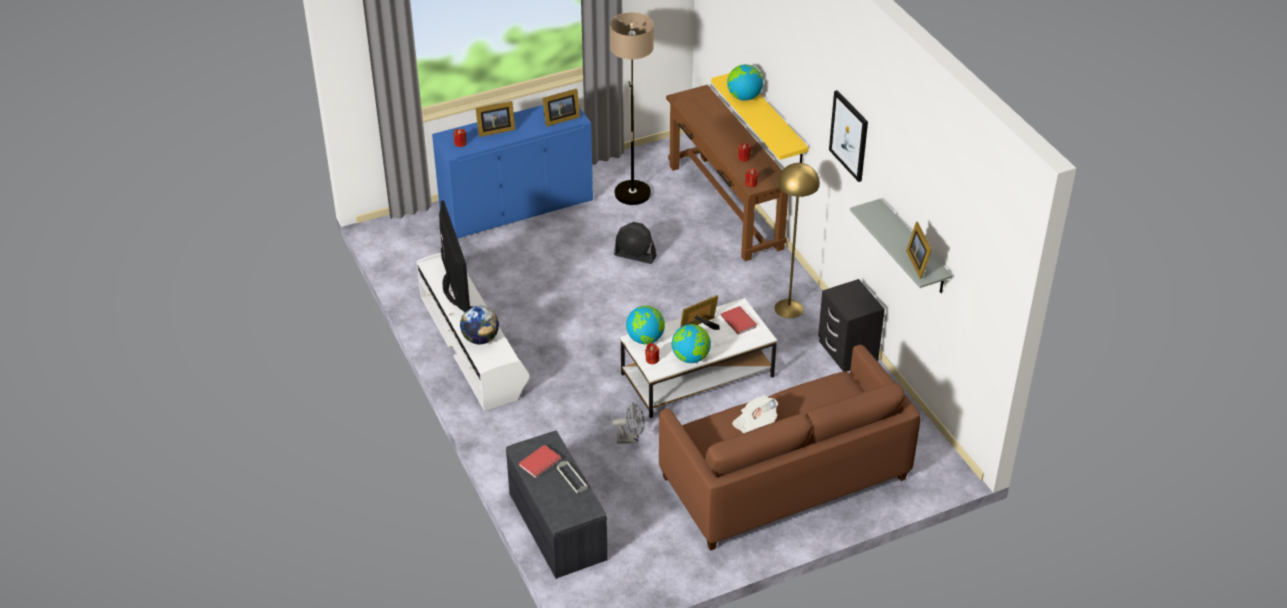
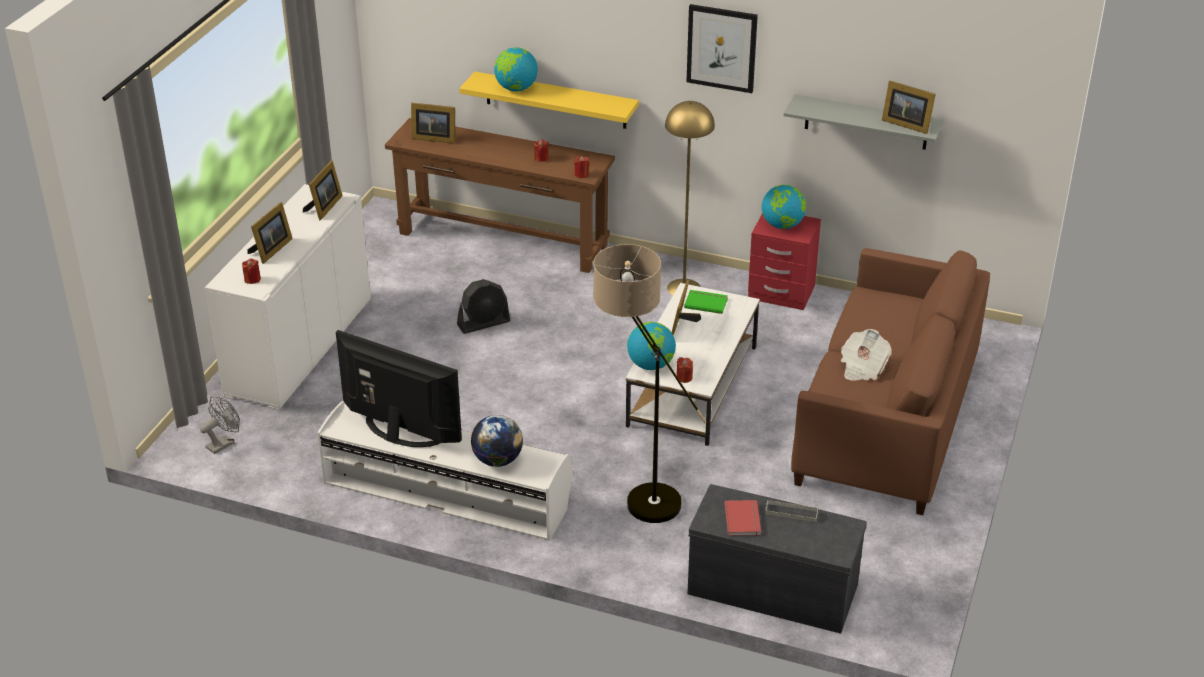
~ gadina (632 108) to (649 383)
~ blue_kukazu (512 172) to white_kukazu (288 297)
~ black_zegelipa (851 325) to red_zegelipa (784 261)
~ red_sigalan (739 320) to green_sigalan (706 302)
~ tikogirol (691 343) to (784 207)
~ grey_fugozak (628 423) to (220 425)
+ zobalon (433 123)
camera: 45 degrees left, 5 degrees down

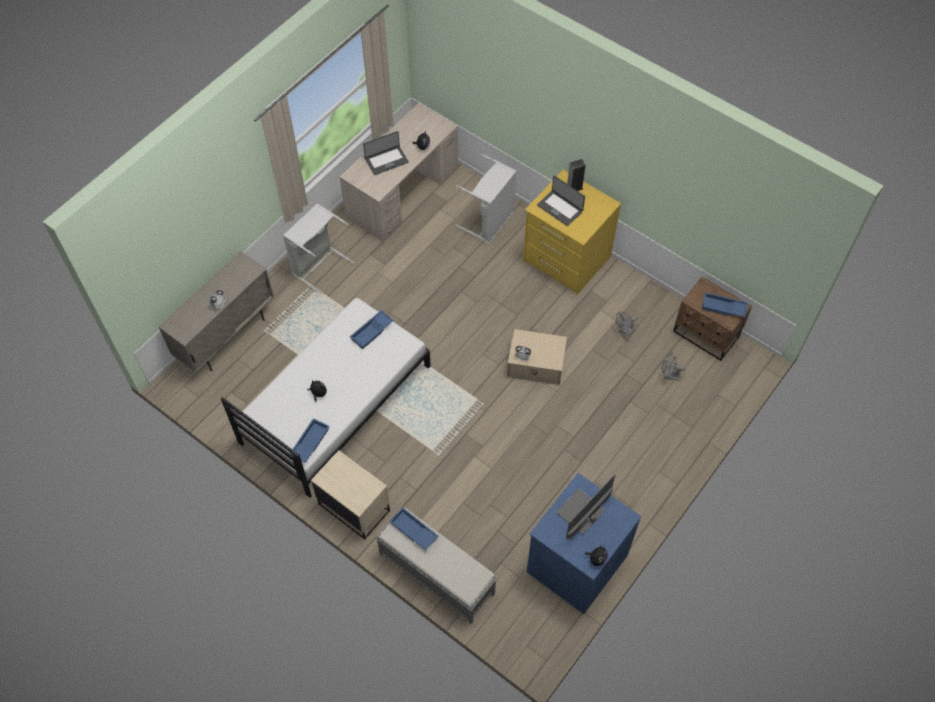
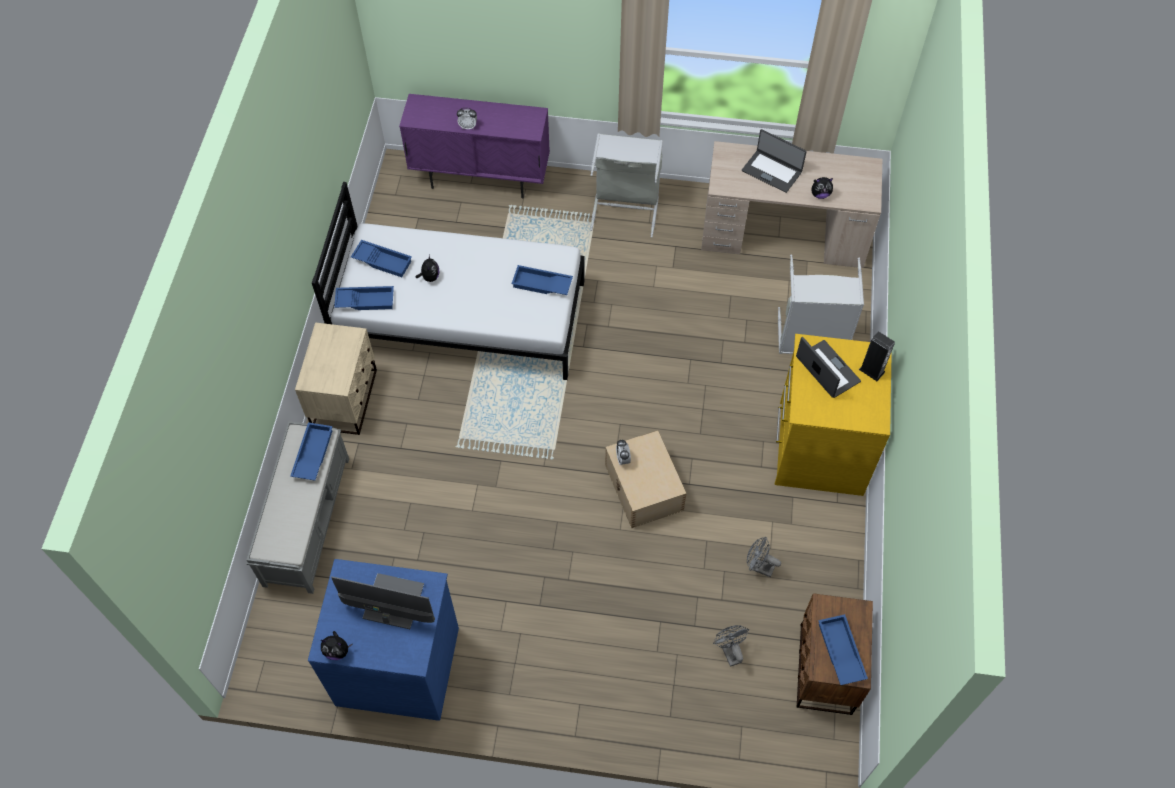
~ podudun (561 201) = (828 367) 135 degrees clockwise
~ beige_kukazu (216 312) to purple_kukazu (474 146)
+ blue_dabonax (381 258)
camera: 60 degrees right, 0 degrees up

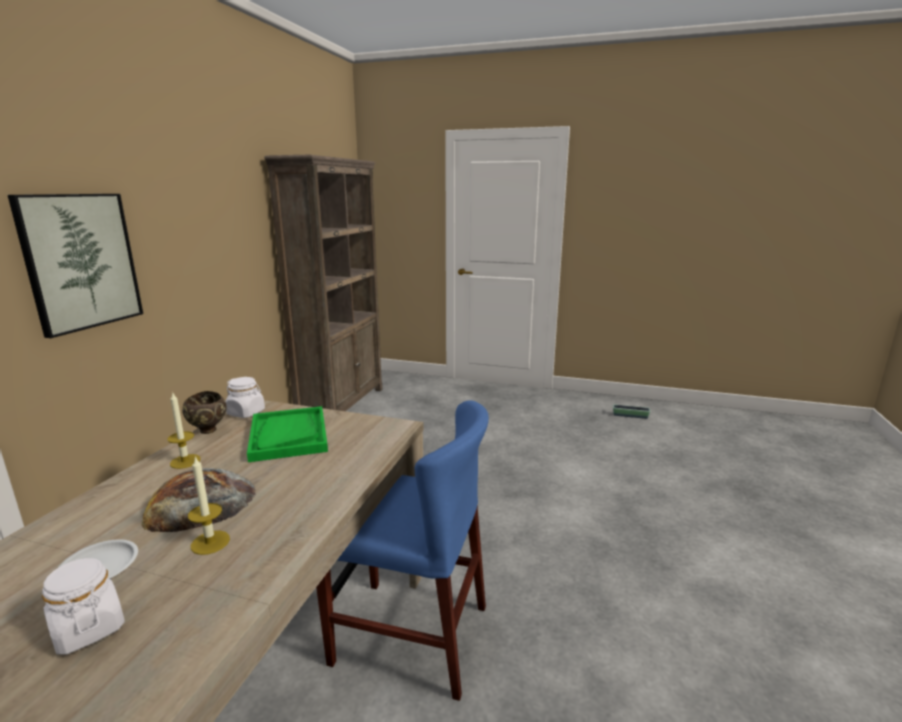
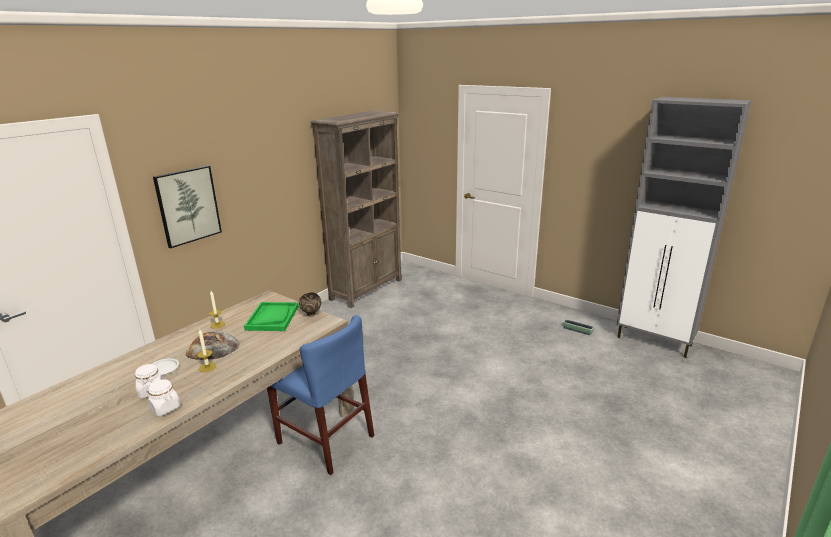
~ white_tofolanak (245 397) to (164 397)
~ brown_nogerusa (204 412) to (310 304)
+ grey_kukazu (684 227)
camera: 20 degrees right, 5 degrees up

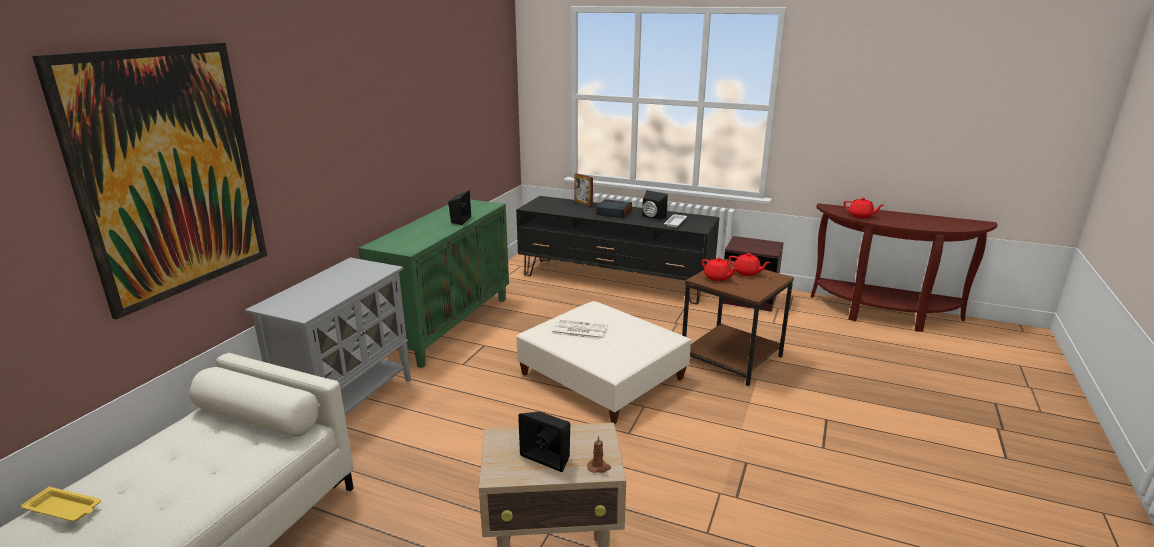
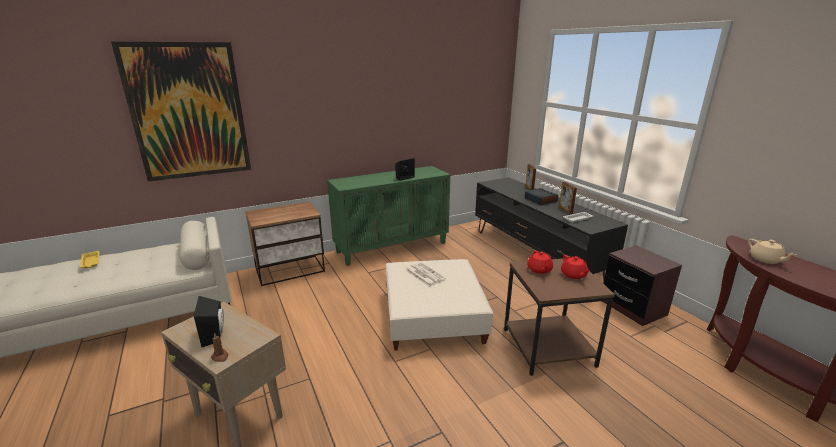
~ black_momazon (655 205) to zobalon (568 198)
~ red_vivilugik (863 208) to beige_vivilugik (772 251)
~ grey_kukazu (328 336) to zegelipa (285 244)
camera: 40 degrees right, 0 degrees up

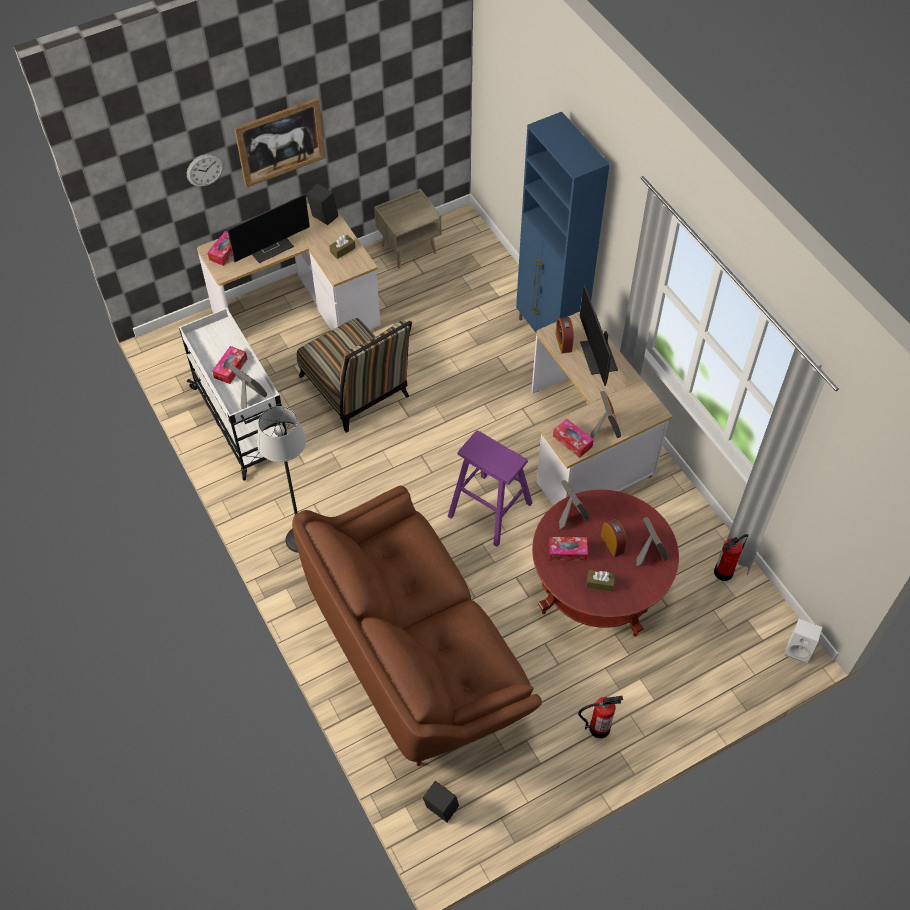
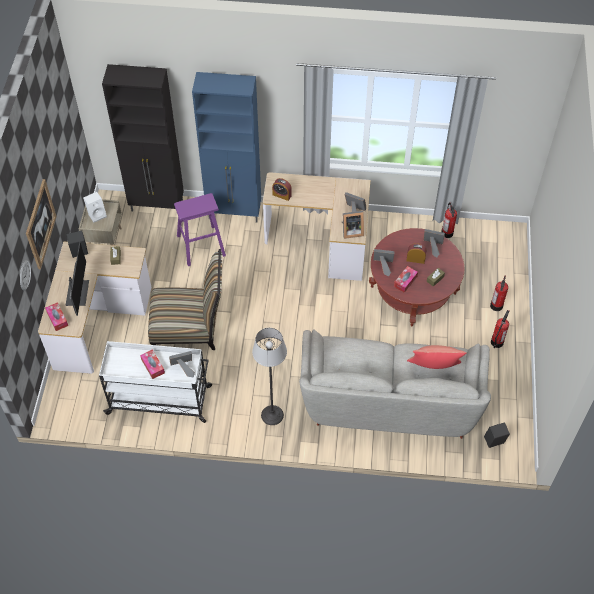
- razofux (599 335)
~ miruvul (573 438) to zobalon (353 225)
~ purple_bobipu (490 489) to (200 229)
~ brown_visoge (417 626) to grey_visoge (395 384)
~ white_momazon (804 641) to (95 207)
+ black_kukazu (143 138)
+ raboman (499 293)
+ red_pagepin (437 357)
camera: 55 degrees left, 0 degrees up

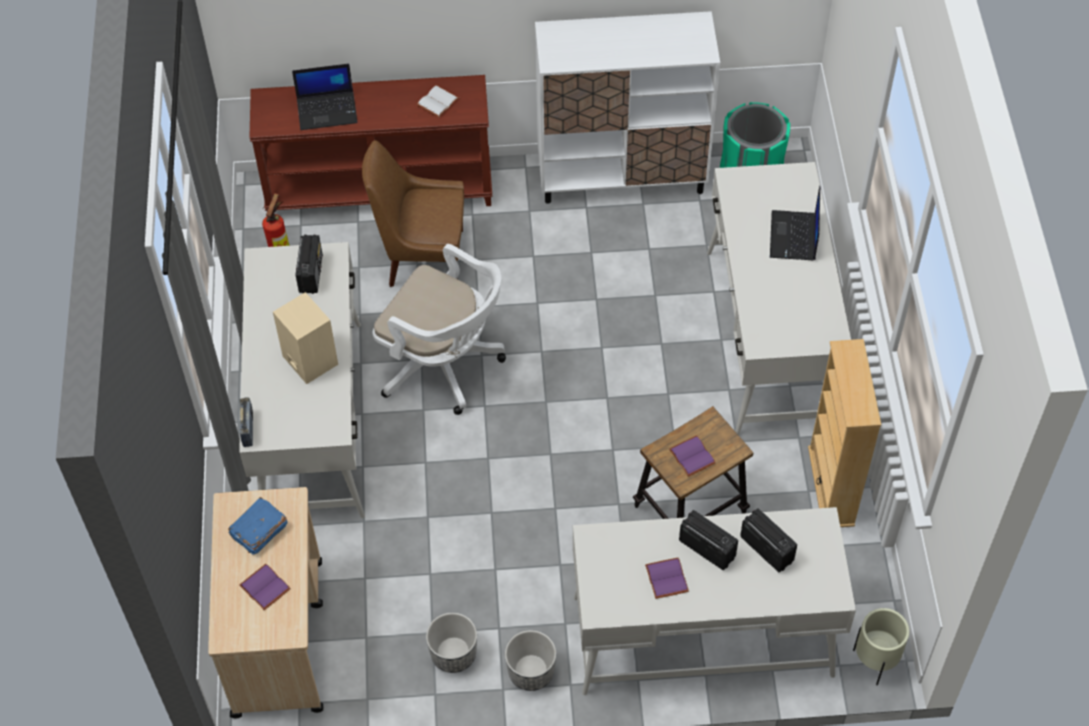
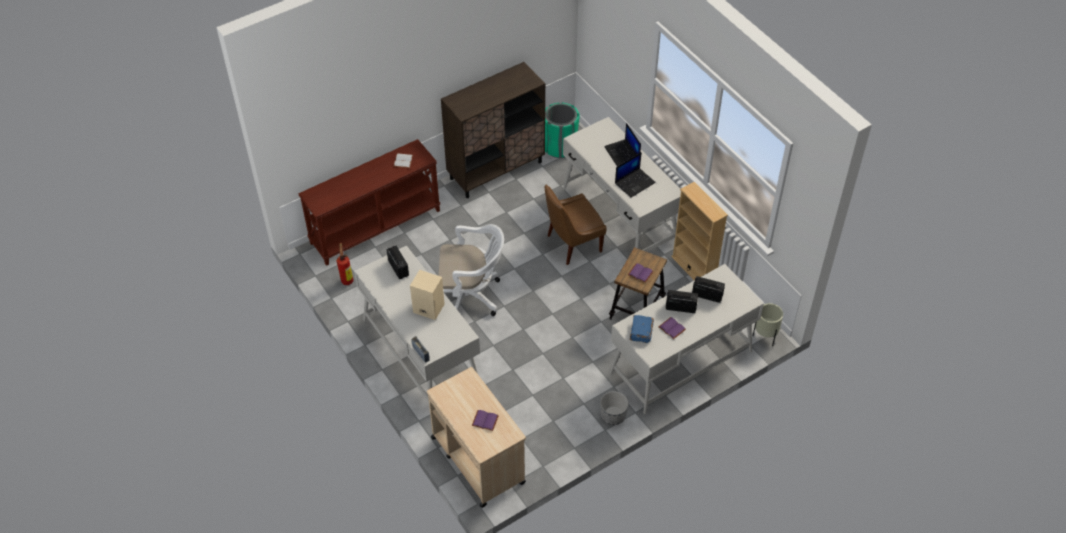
~ white_kukazu (627 107) to brown_kukazu (493 130)
~ podudun (325 97) to (635 175)
~ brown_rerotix (413 213) to (576 225)
~ blue_sigalan (258 526) to (642 329)
- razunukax (451 643)
camera: 30 degrees left, 5 degrees down

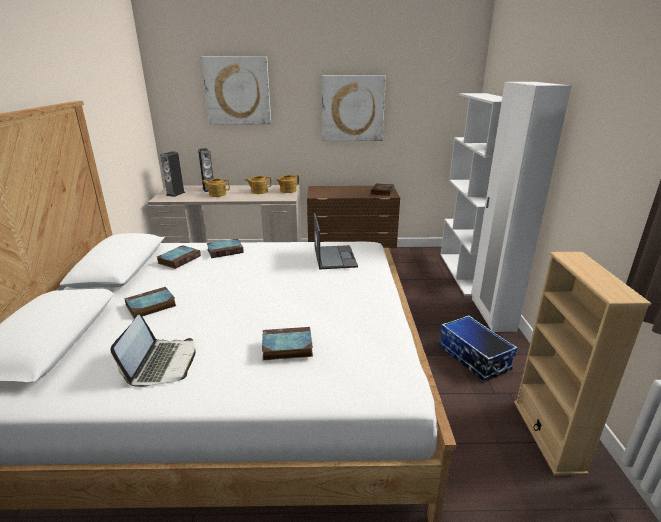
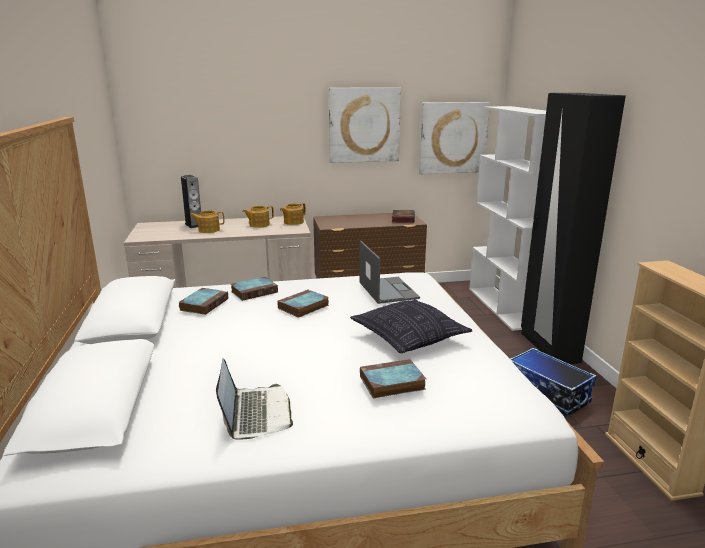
~ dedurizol (236 90) to (454 138)
~ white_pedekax (521 207) to black_pedekax (573 228)
- momazon (173 174)
~ sigalan (150 303) to (303 303)
+ pagepin (411 326)
camera: 10 degrees left, 5 degrees down

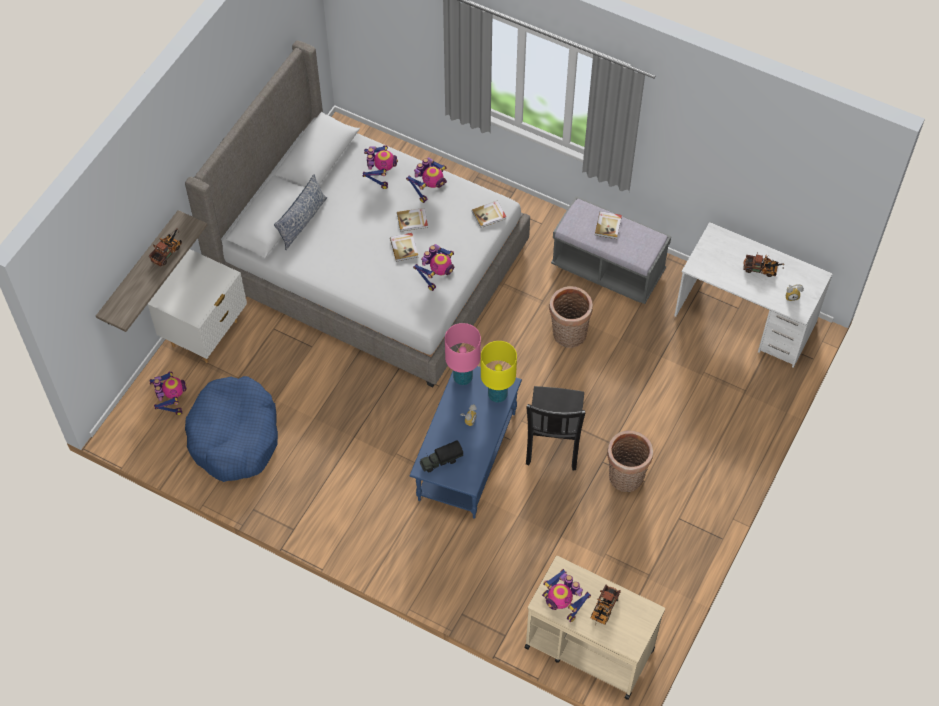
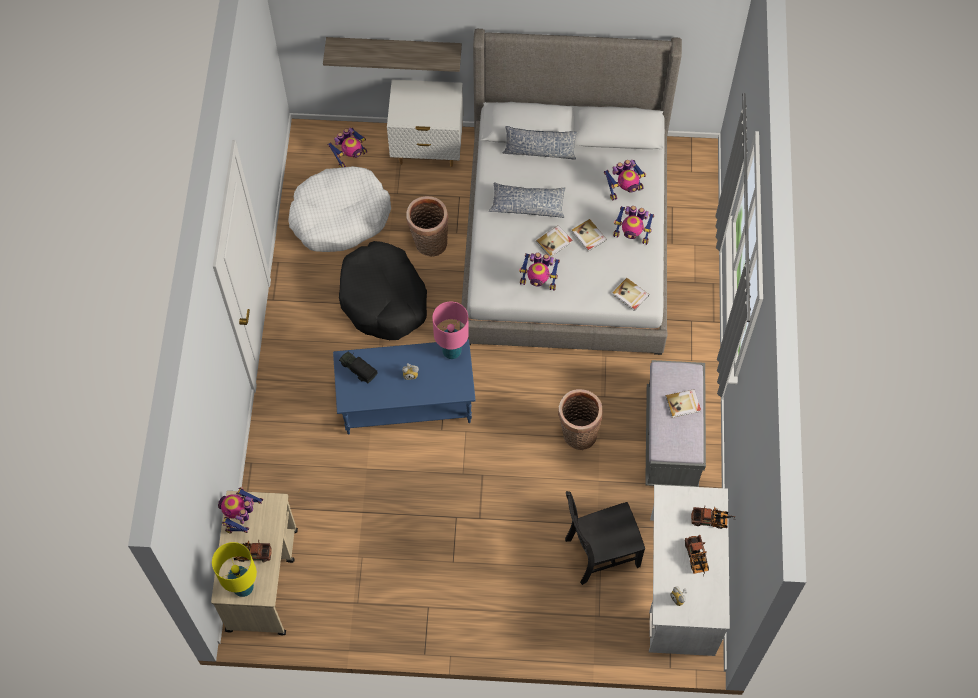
~ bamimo (165 247) to (713 518)
~ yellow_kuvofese (499 372) to (234 569)
~ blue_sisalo (231 429) to white_sisalo (339 209)
~ black_rerotix (555 428) to (605 538)
~ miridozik (630 461) to (427 226)
+ pagepin (527 200)
+ black_sisalo (383 290)
camera: 65 degrees right, 5 degrees up

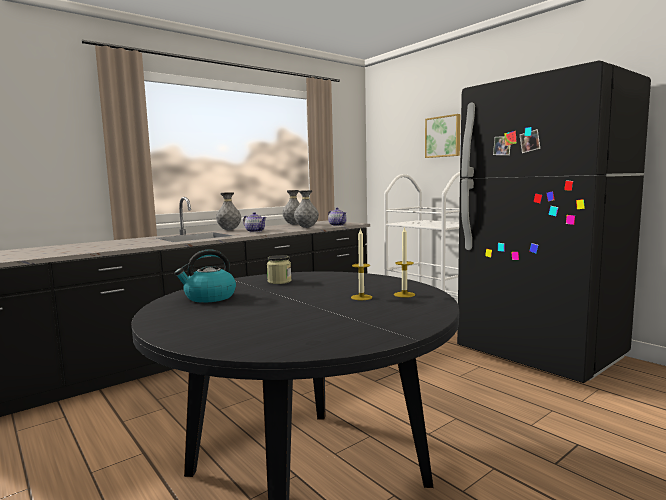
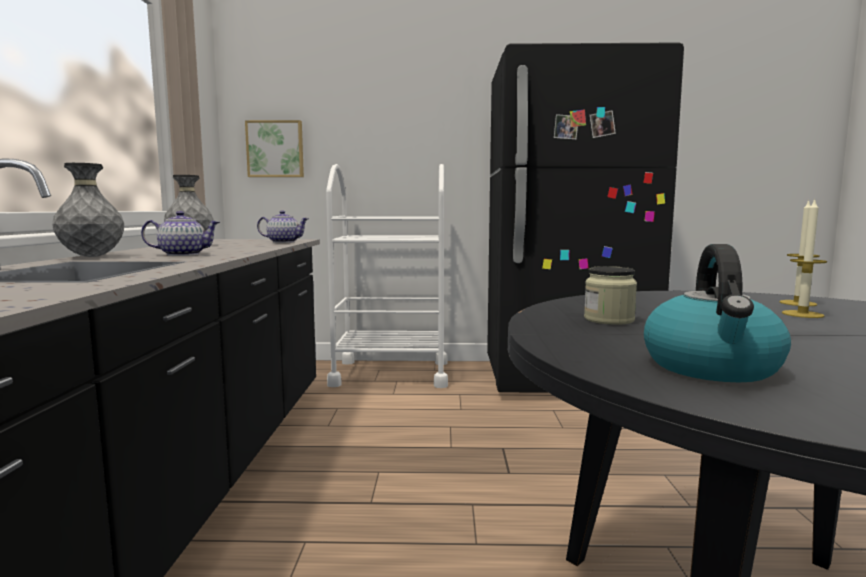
~ dedurizol (442 136) to (274 148)
- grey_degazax (306 209)
camera: 50 degrees left, 0 degrees up

